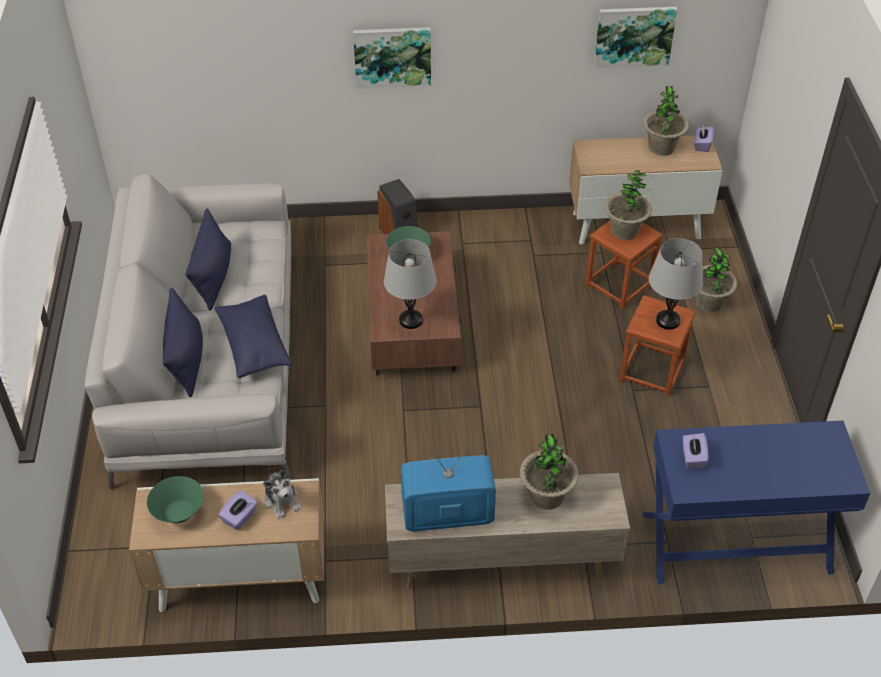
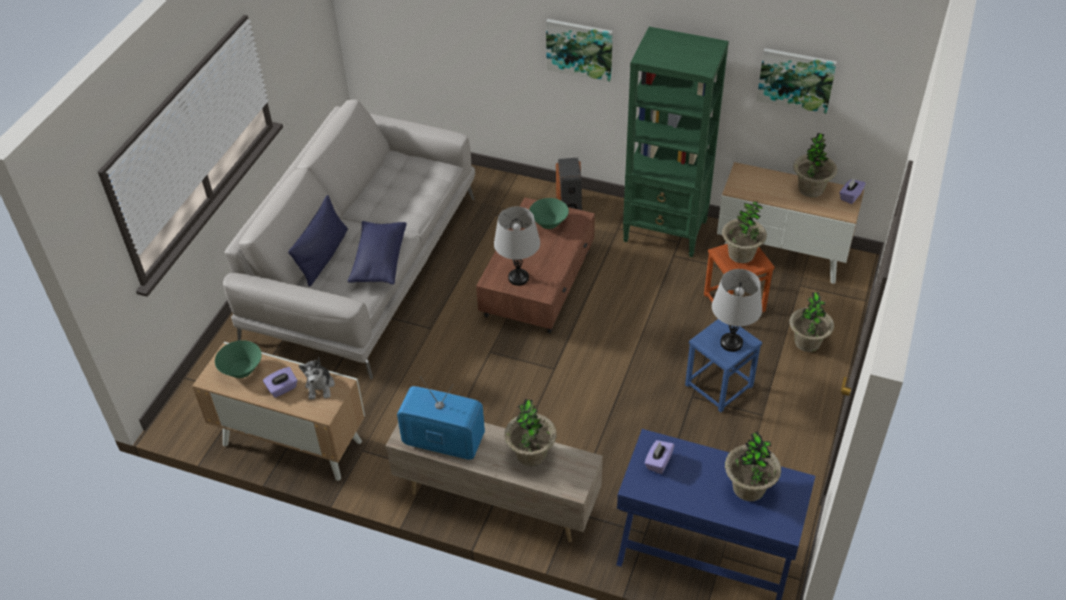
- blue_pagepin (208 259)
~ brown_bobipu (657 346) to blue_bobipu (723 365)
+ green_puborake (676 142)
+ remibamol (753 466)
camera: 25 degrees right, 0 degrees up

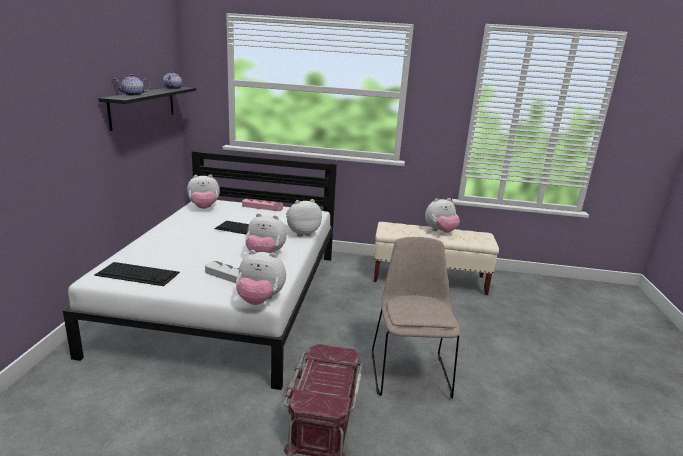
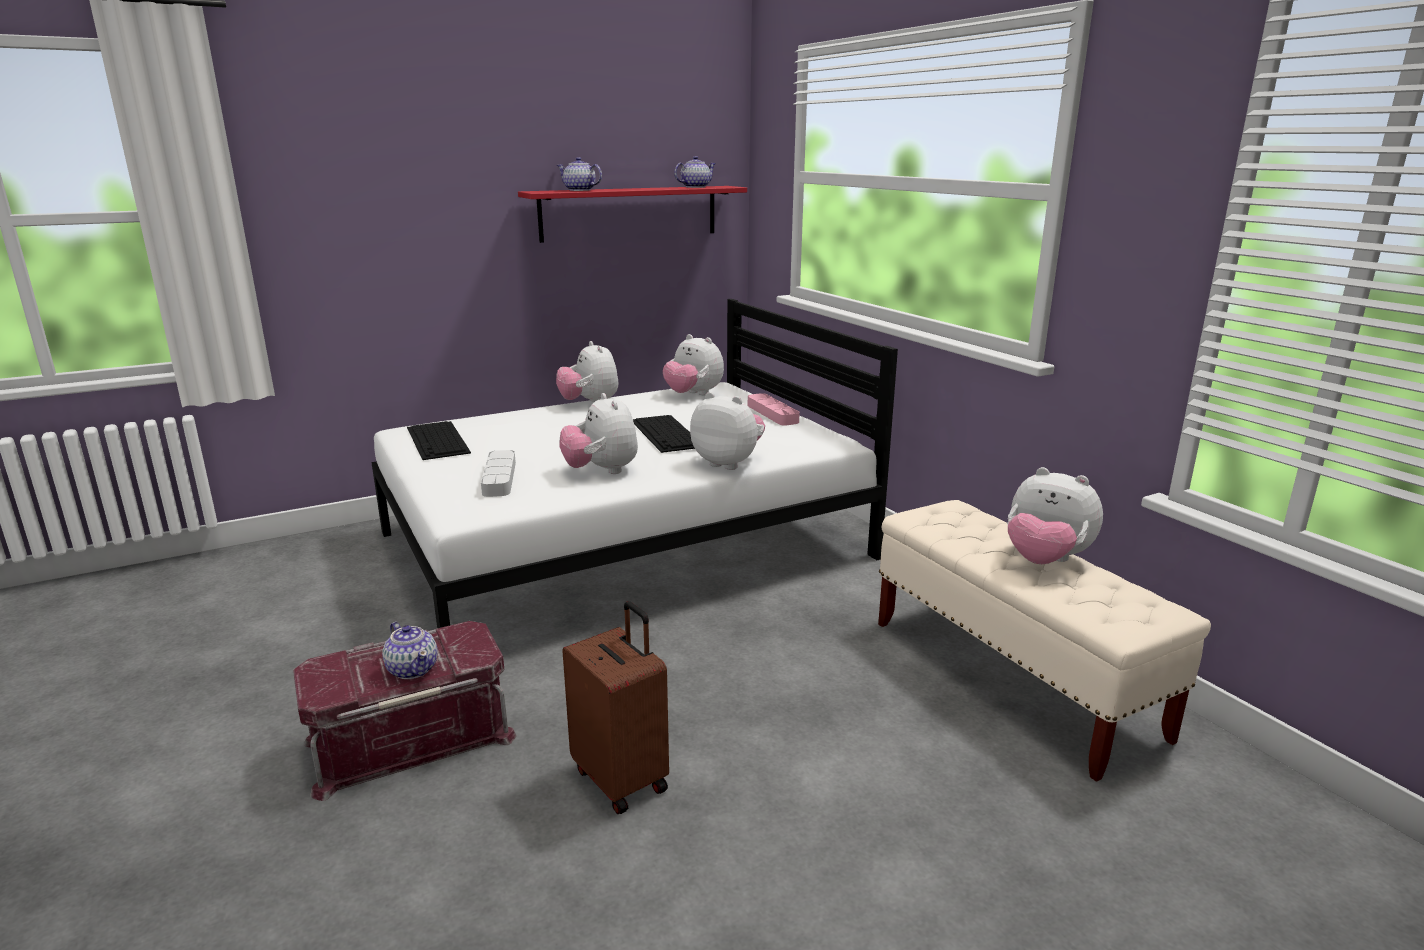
~ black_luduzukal (147 109) to red_luduzukal (632 214)
~ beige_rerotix (416 318) to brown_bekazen (616 707)
~ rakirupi (261 277) to (587 371)
+ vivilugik (410 650)
camera: 55 degrees right, 0 degrees up

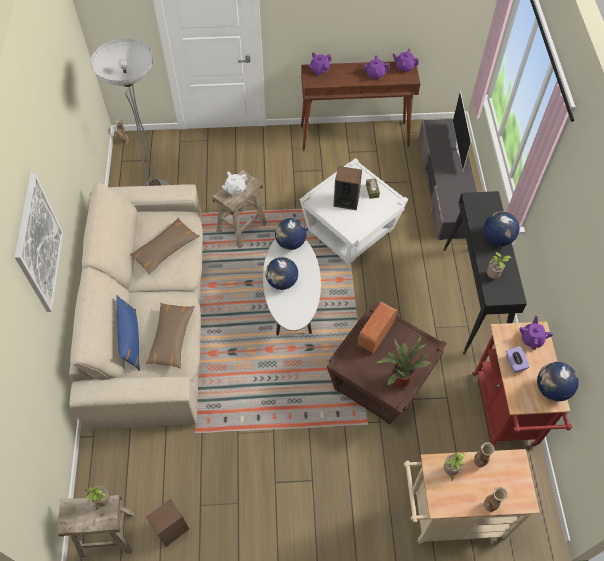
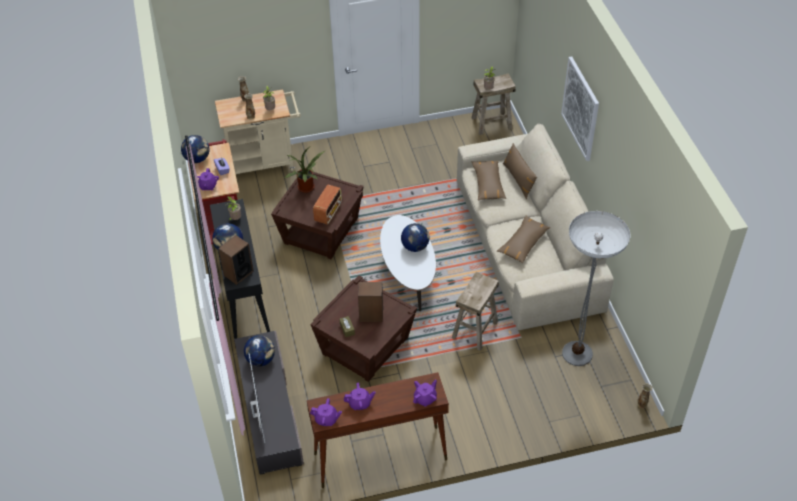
~ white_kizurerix (354 211) to brown_kizurerix (363 328)
- white_vivilugik (235 183)
~ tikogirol (291 234) to (259 350)
~ blue_pagepin (128 333) to brown_pagepin (520 171)
~ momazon (167 523) to (235 260)
camera: 170 degrees right, 10 degrees down

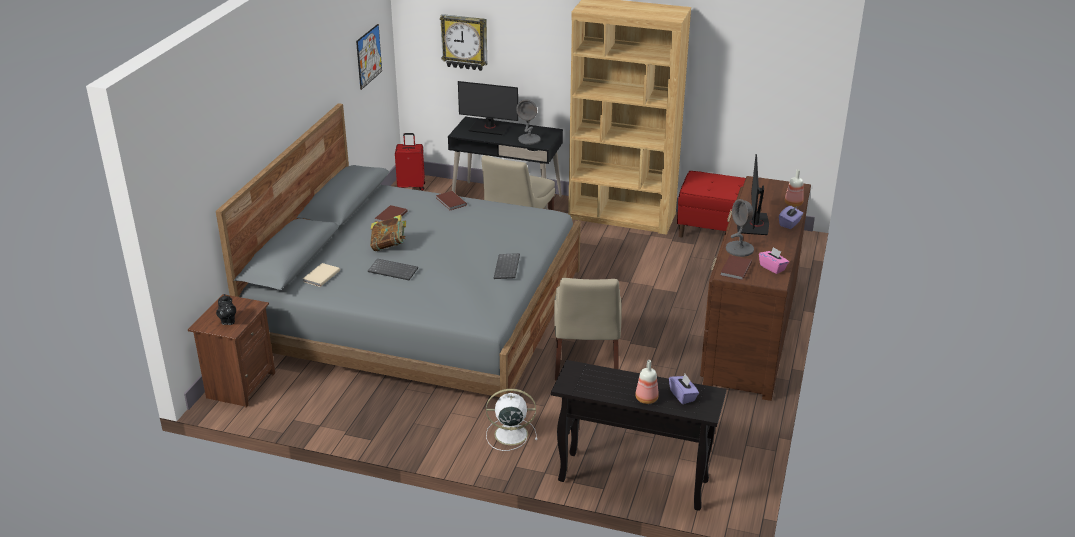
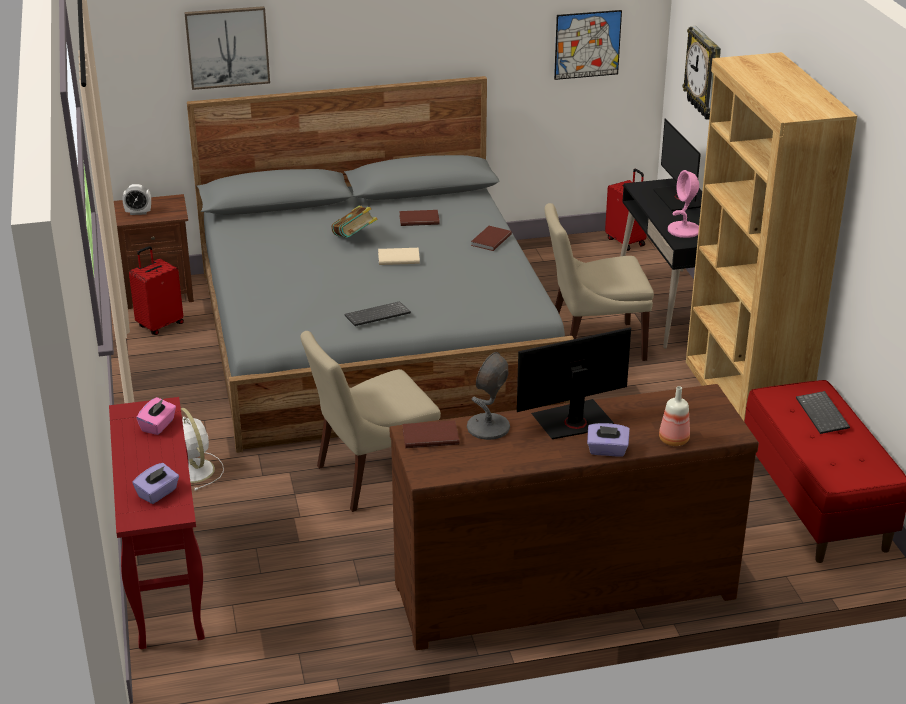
~ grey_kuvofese (528 122) to pink_kuvofese (683 204)
~ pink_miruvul (774 260) to (156 416)
~ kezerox (393 269) to (823 412)
~ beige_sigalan (321 275) to (399 256)
~ black_vivilugik (226 309) to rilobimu (136 199)
~ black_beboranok (638 435) to red_beboranok (157 523)
- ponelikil (647 382)
+ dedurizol (227 48)
+ red_bekazen (156 290)
camera: 60 degrees right, 0 degrees up

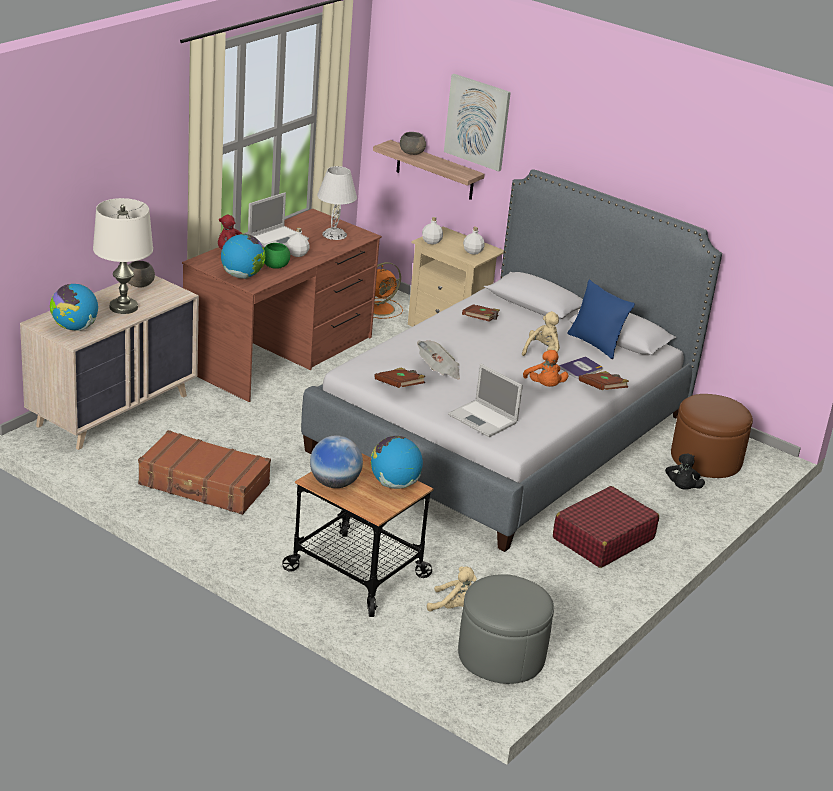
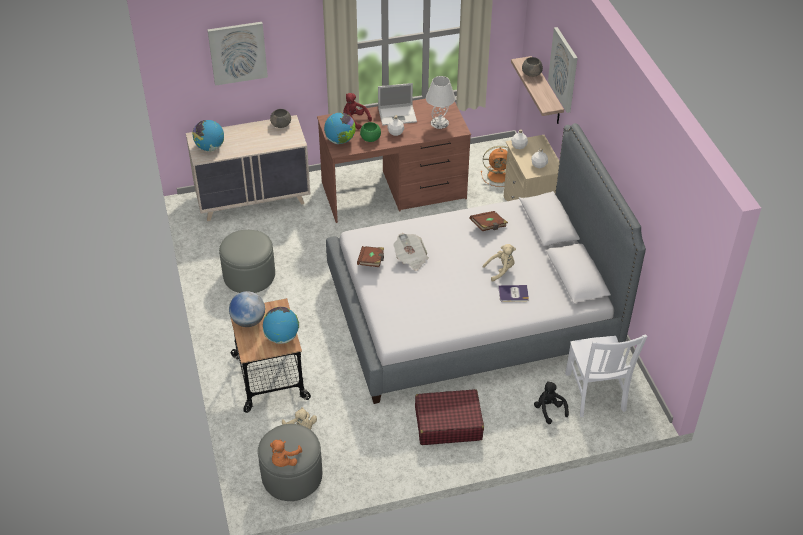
- white_kuvofese (123 256)
- blue_pagepin (601 319)
~ orange_rakirupi (545 368) to (286 453)
- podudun (485 400)
- brown_sigalan (604 380)
~ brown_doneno (712 436) to white_rerotix (606 375)
~ brown_bekazen (204 472) to grey_doneno (247 261)
~ black_rakirupi (685 471) = (551 402) 105 degrees clockwise
+ dedurizol (237 54)
camera: 40 degrees right, 15 degrees up

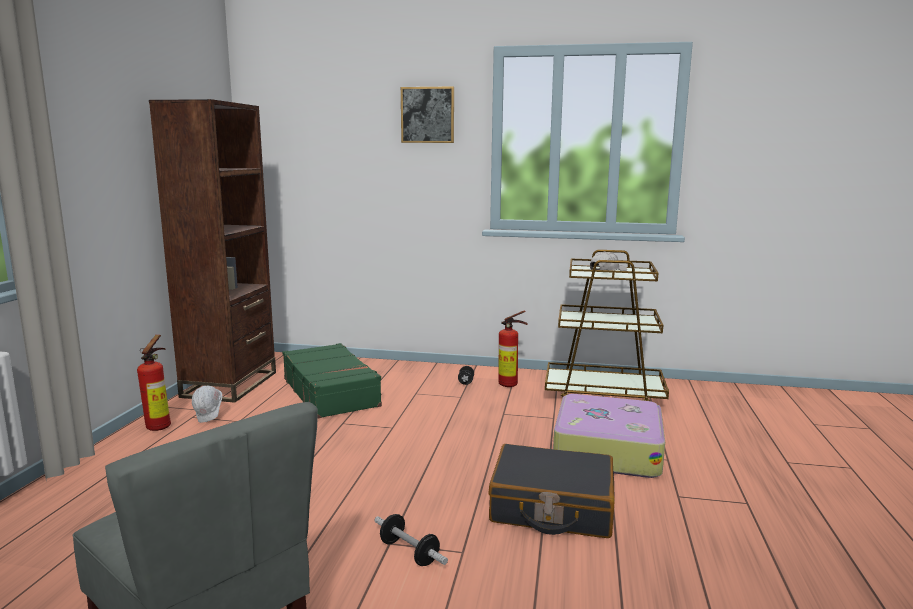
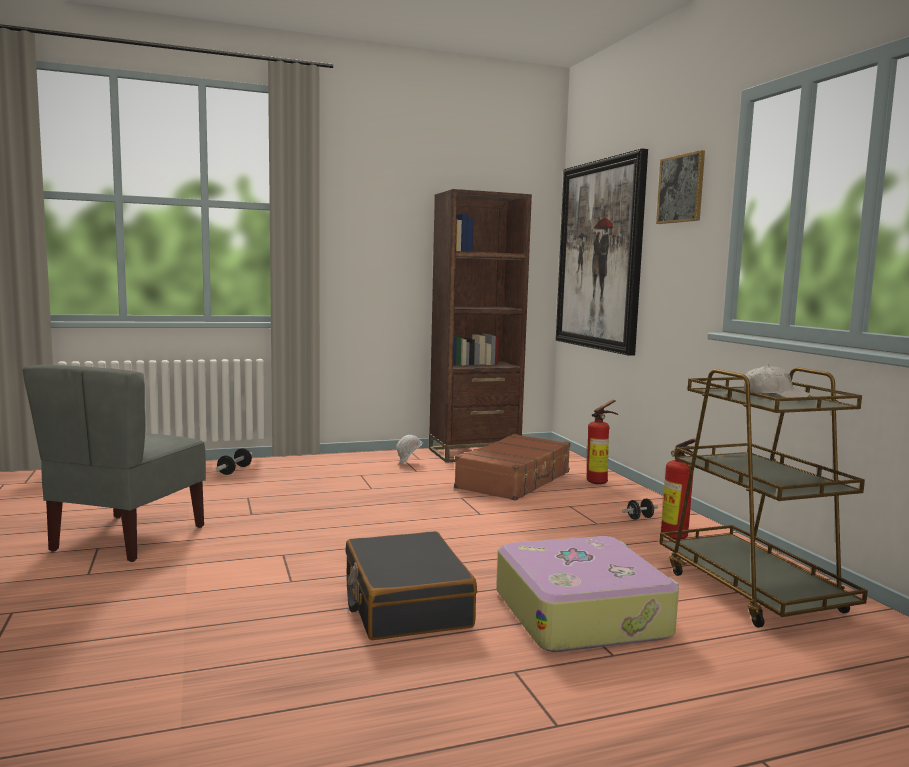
~ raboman (154 383) to (602 442)
~ green_bekazen (332 381) to brown_bekazen (512 467)
~ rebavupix (411 540) to (234 461)
+ dedurizol (602 252)
camera: 60 degrees right, 5 degrees down

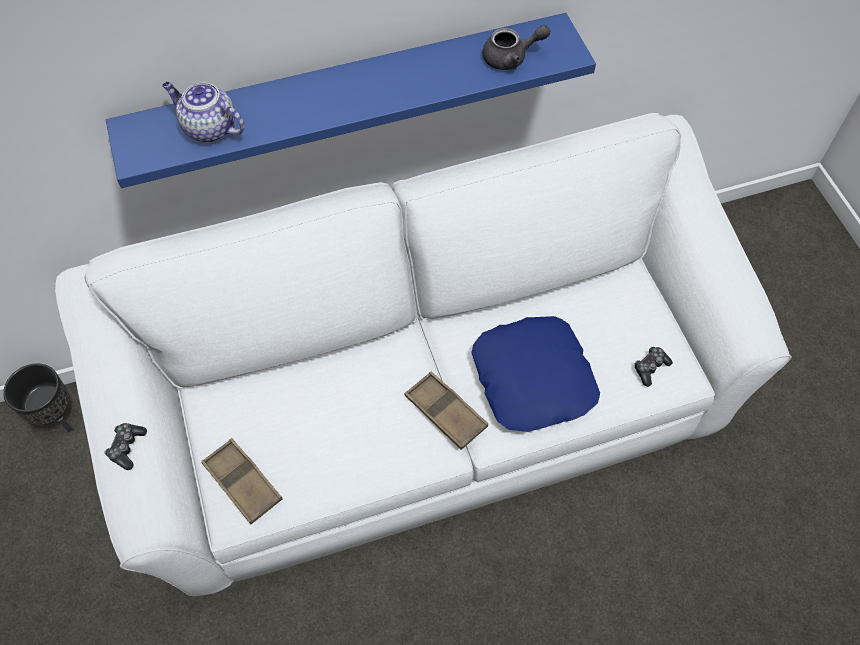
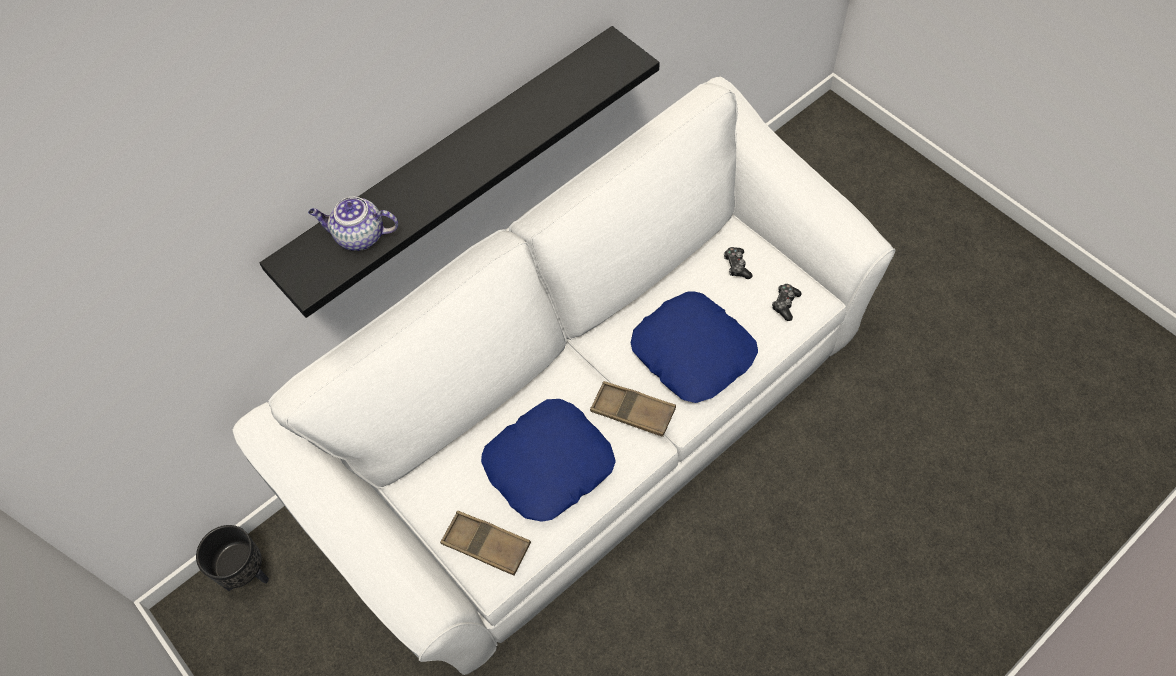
~ blue_luduzukal (351 100) to black_luduzukal (459 172)
- grey_vivilugik (516 47)
~ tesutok (125 446) to (738 263)
+ blue_pagepin (548 460)
camera: 20 degrees left, 0 degrees up

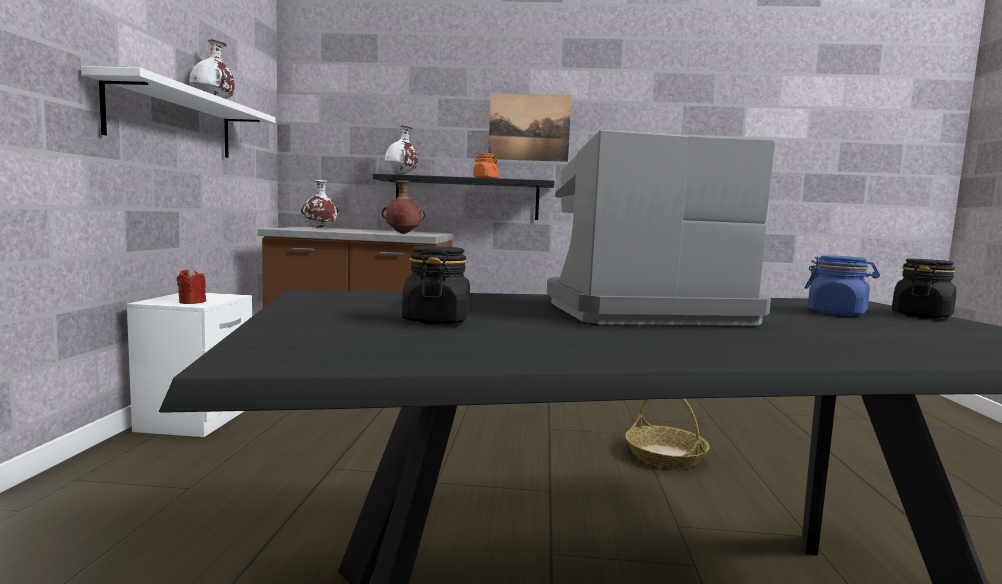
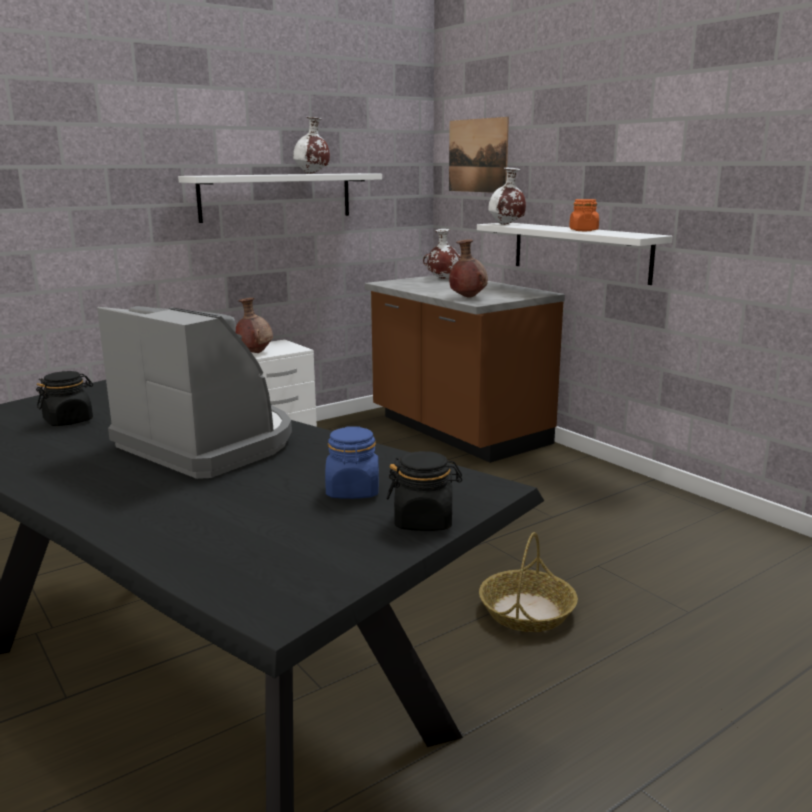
~ dedurizol (530 127) to (479 155)
~ black_luduzukal (464 197) to white_luduzukal (575 254)
~ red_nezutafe (191 286) to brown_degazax (254 325)
camera: 50 degrees right, 10 degrees up

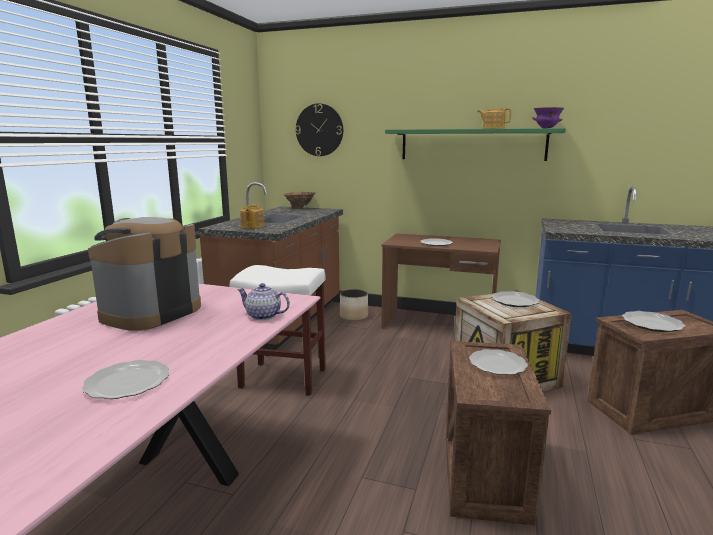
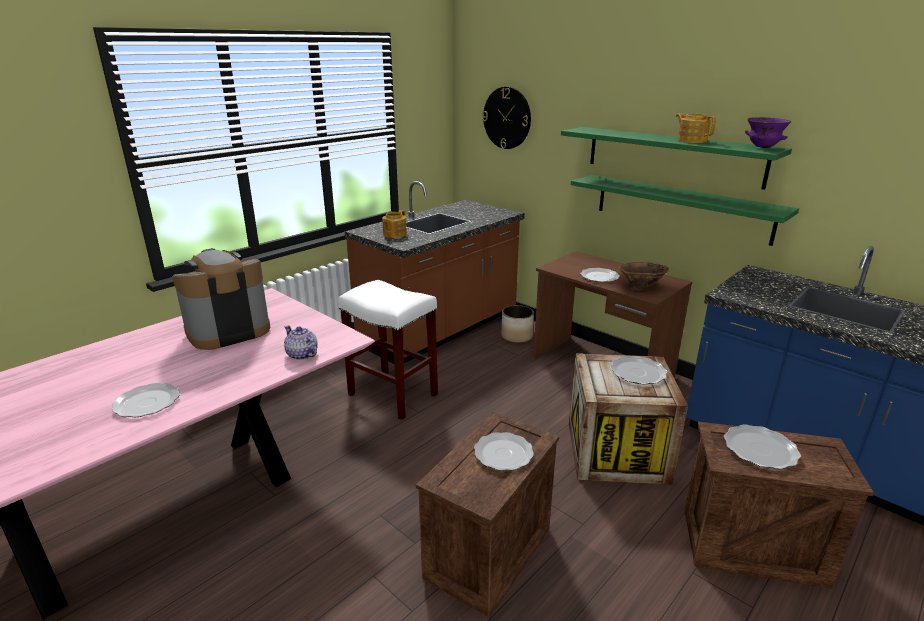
~ brown_degazax (300 200) to (644 276)
+ green_luduzukal (685 210)
camera: 25 degrees right, 10 degrees up

